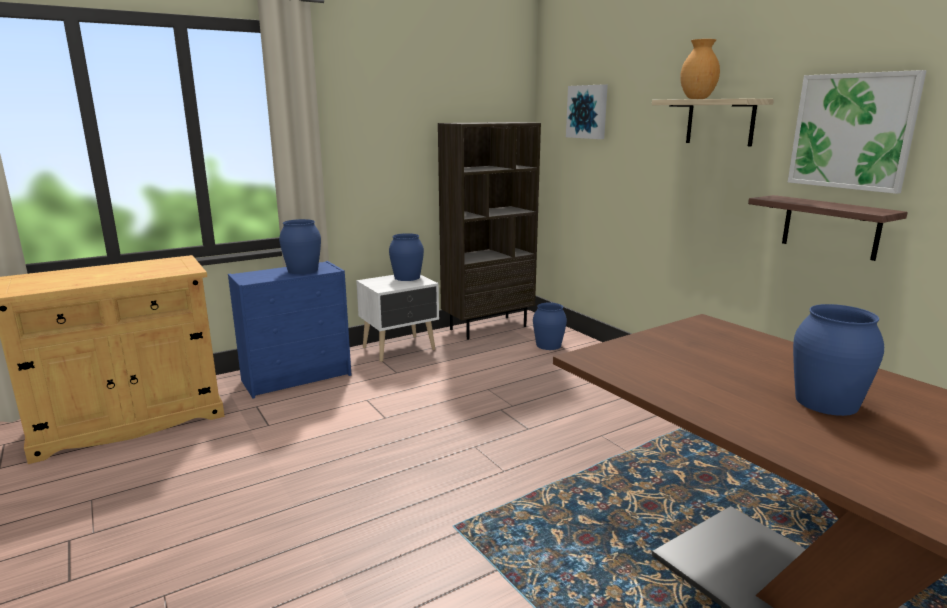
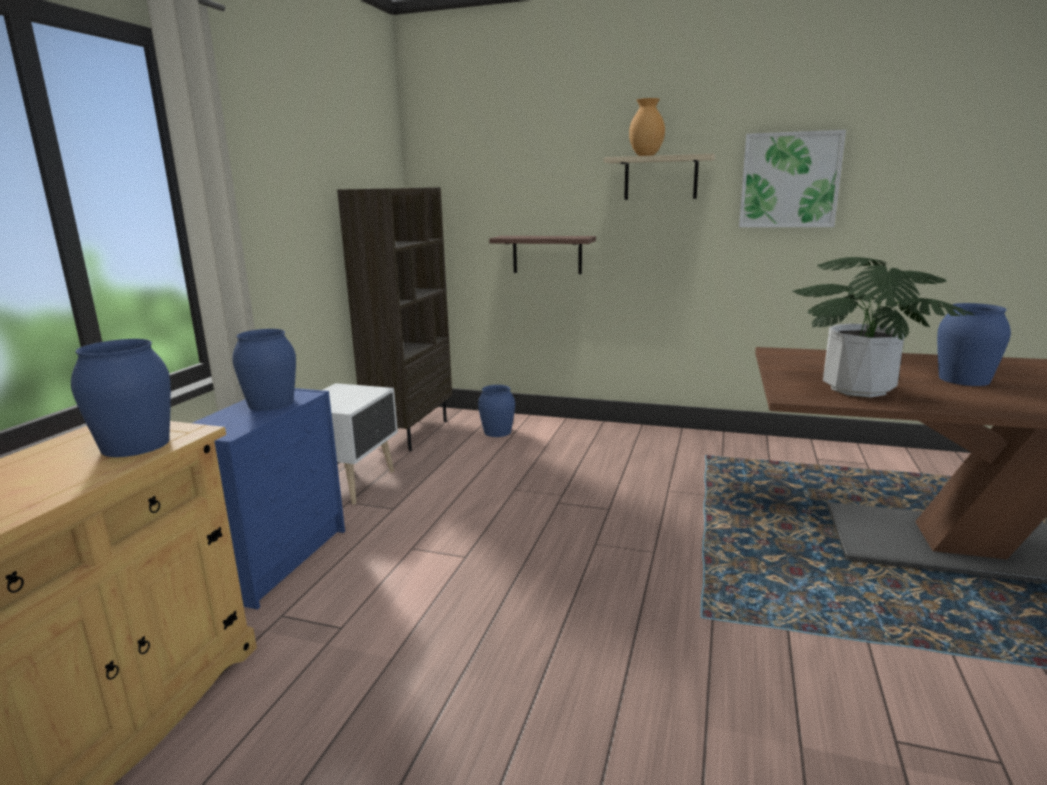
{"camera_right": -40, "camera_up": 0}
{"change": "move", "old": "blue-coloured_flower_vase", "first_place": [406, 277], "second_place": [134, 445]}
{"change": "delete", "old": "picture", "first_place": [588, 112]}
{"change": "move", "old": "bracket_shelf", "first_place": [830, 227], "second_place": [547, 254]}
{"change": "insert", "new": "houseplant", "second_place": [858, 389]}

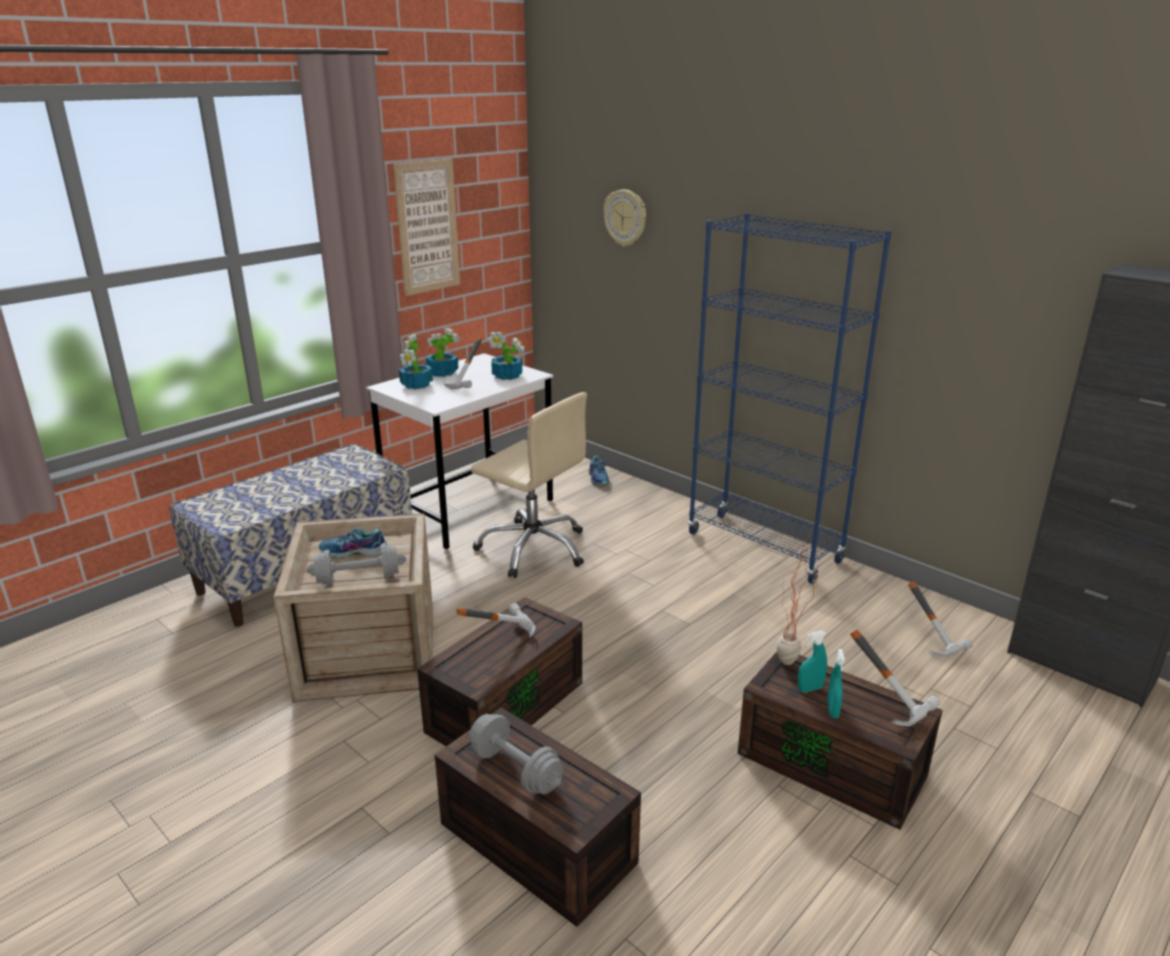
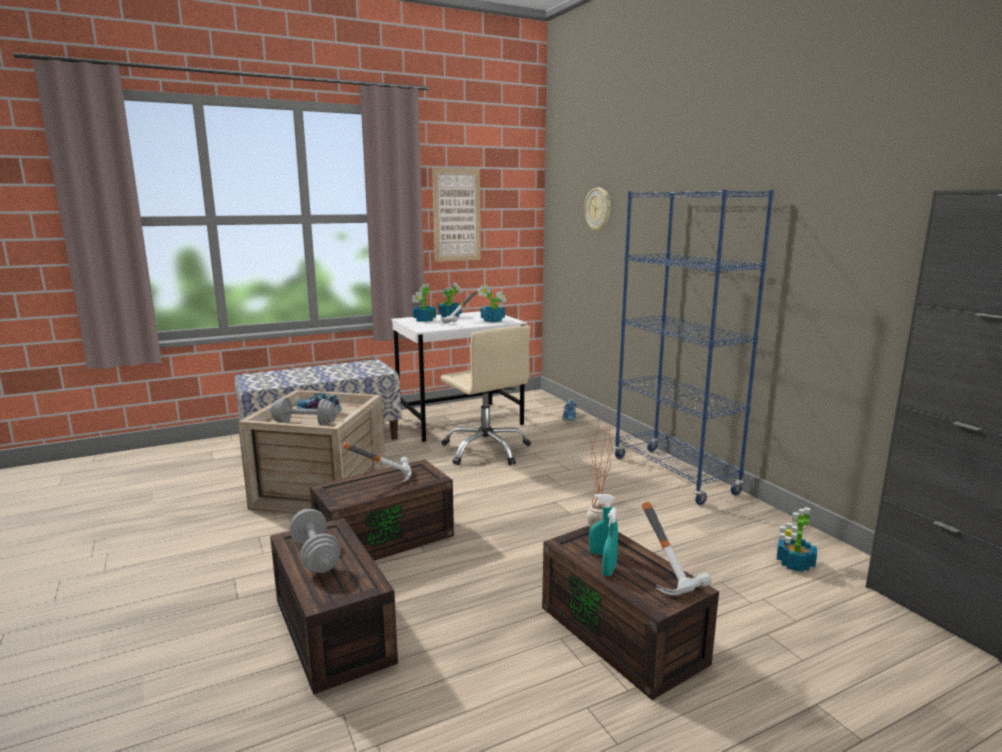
{"camera_right": 20, "camera_up": -10}
{"change": "replace", "old": "hand_hammer", "new": "houseplant", "first_place": [936, 640], "second_place": [794, 564]}

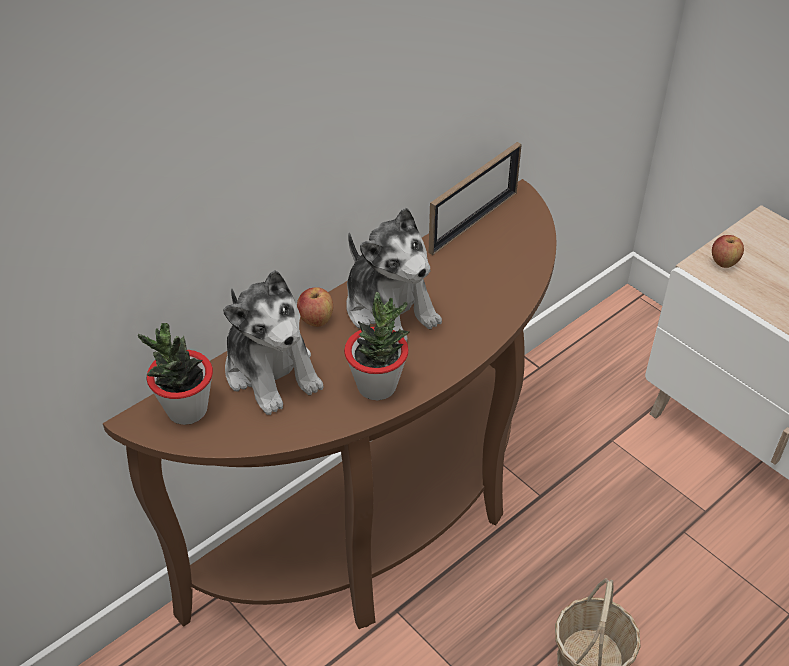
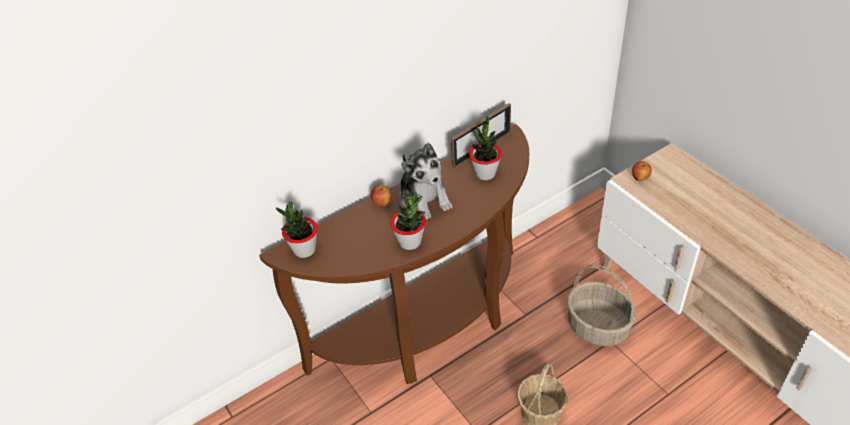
{"camera_right": 10, "camera_up": 0}
{"change": "delete", "old": "plush_toy", "first_place": [272, 371]}
{"change": "insert", "new": "houseplant", "second_place": [485, 173]}
{"change": "insert", "new": "storage_basket", "second_place": [598, 326]}

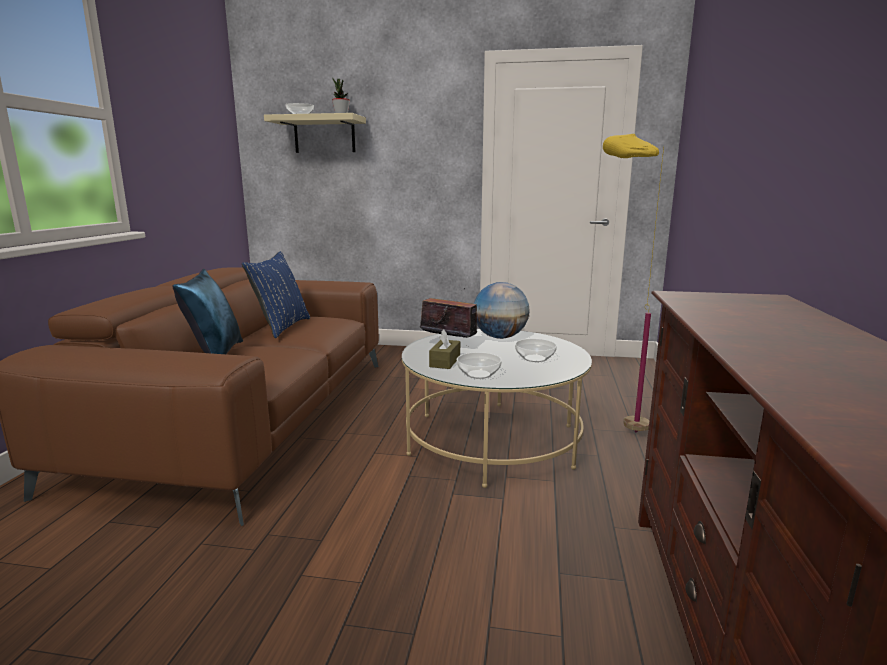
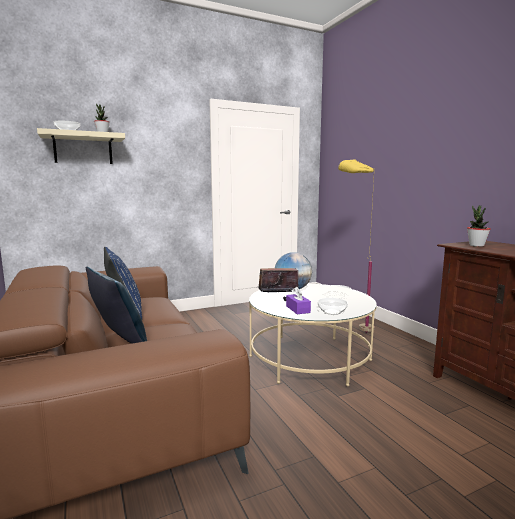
{"camera_right": -35, "camera_up": -5}
{"change": "recolor", "old": "brown-coloured_tissue_holder", "new": "purple_tissue_holder", "first_place": [445, 361], "second_place": [298, 309]}
{"change": "insert", "new": "houseplant", "second_place": [476, 245]}

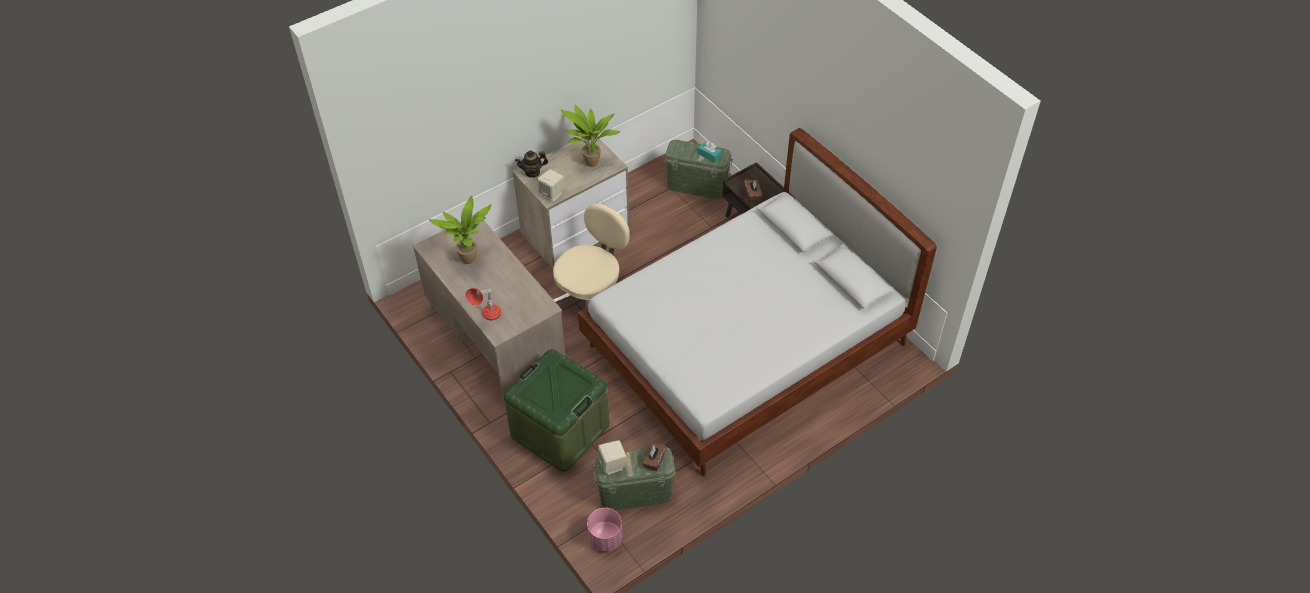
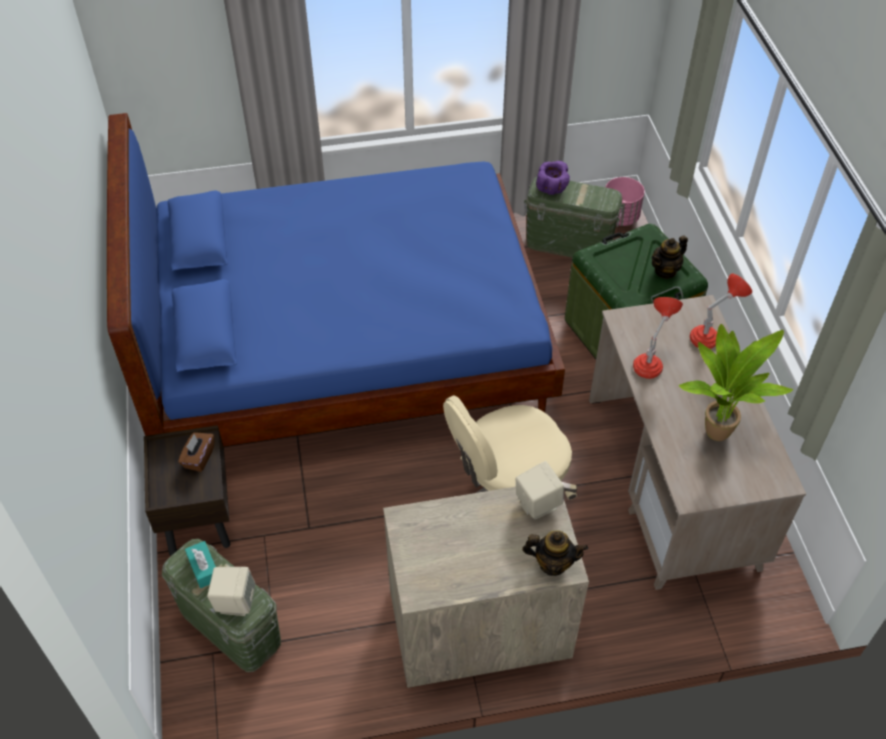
{"camera_right": -155, "camera_up": 0}
{"change": "delete", "old": "houseplant", "first_place": [590, 164]}
{"change": "recolor", "old": "whitish_sleeping_bed", "new": "blue-coloured_sleeping_bed", "first_place": [746, 347], "second_place": [344, 343]}
{"change": "move", "old": "beige-coloured_loudspeaker", "first_place": [612, 465], "second_place": [235, 601]}
{"change": "replace", "old": "brown-coloured_tissue_holder", "new": "purple_deep_dish", "first_place": [654, 461], "second_place": [552, 188]}
{"change": "insert", "new": "red-coloured_tabletop_lamp", "second_place": [650, 361]}
{"change": "insert", "new": "pot_for_tea", "second_place": [665, 271]}

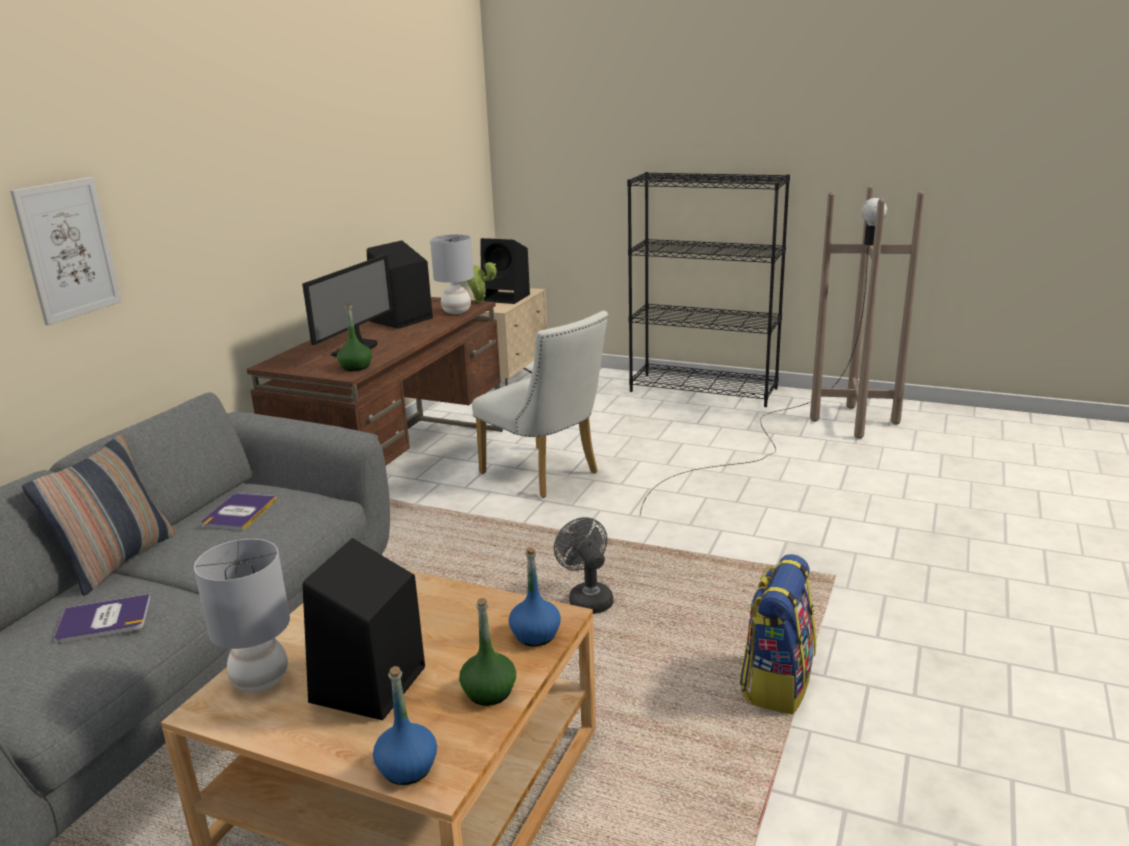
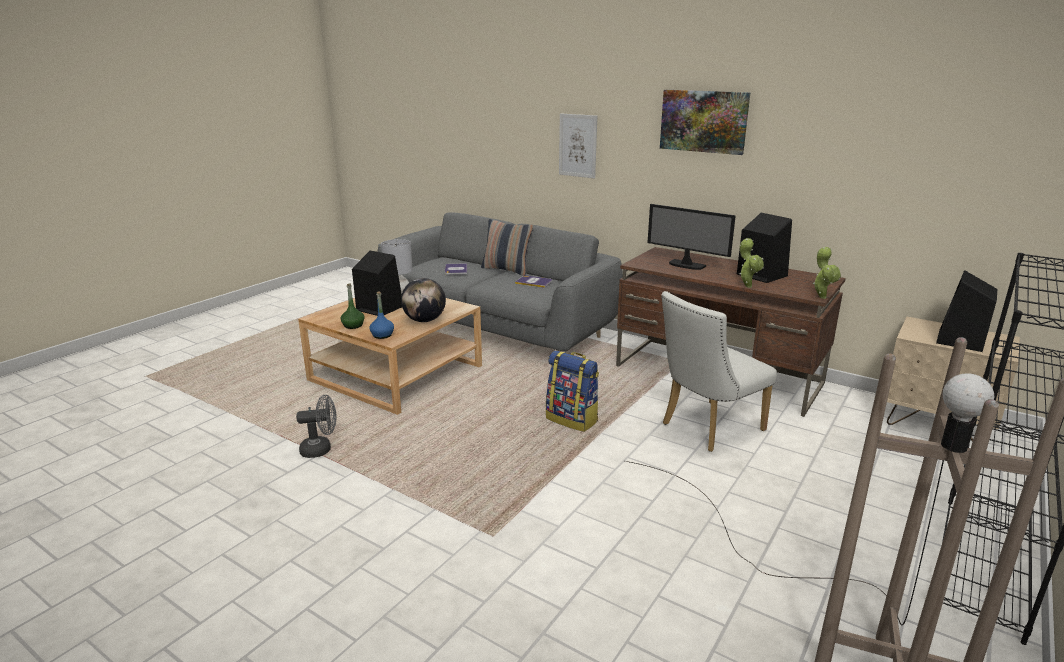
{"camera_right": 100, "camera_up": 0}
{"change": "delete", "old": "green_beverage_bottle", "first_place": [356, 367]}
{"change": "delete", "old": "blue-coloured_beverage_bottle", "first_place": [407, 768]}
{"change": "delete", "old": "grey_tabletop_lamp", "first_place": [456, 312]}
{"change": "move", "old": "grey_fan", "first_place": [587, 598], "second_place": [321, 449]}
{"change": "move", "old": "rucksack", "first_place": [776, 683], "second_place": [572, 419]}
{"change": "insert", "new": "globe", "second_place": [424, 320]}
{"change": "insert", "new": "picture", "second_place": [703, 121]}
{"change": "insert", "new": "houseplant", "second_place": [747, 286]}

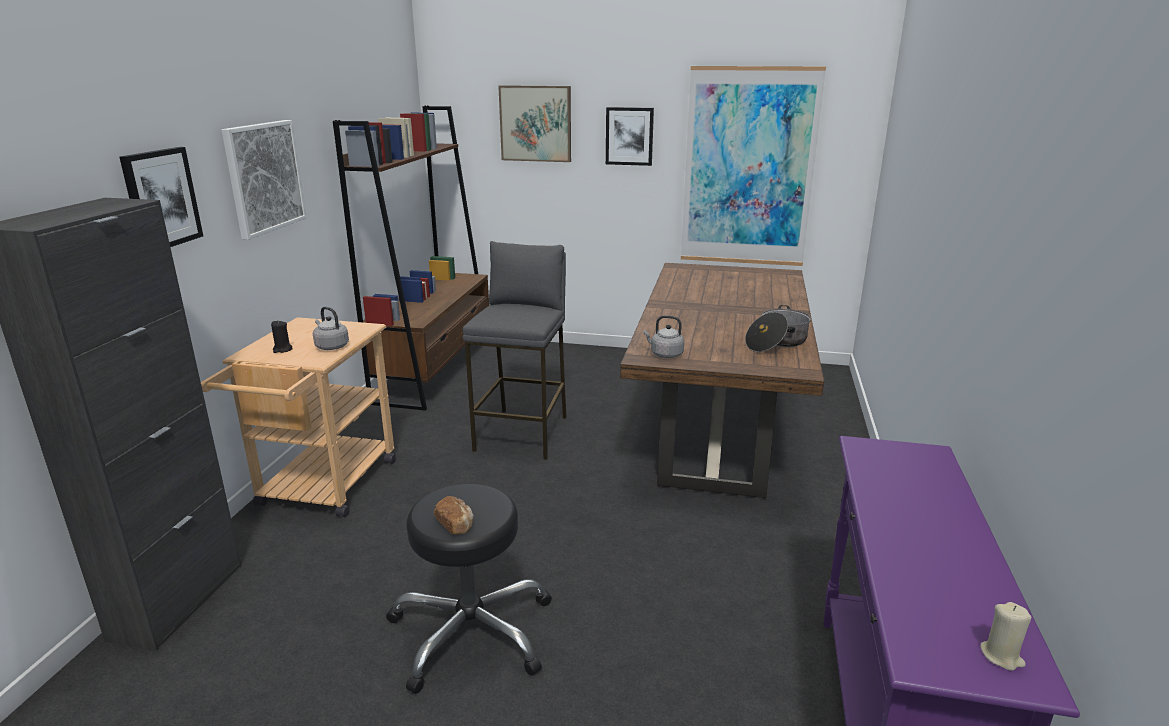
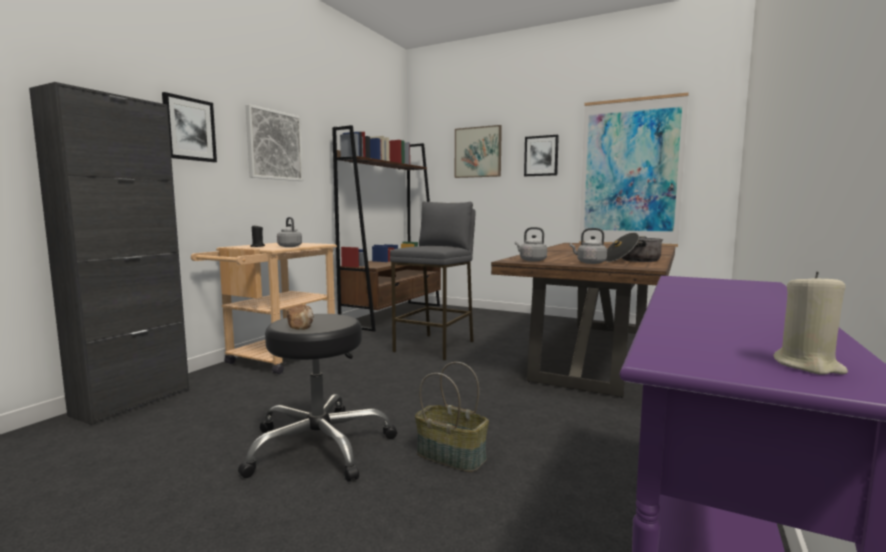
{"camera_right": 15, "camera_up": -15}
{"change": "insert", "new": "storage_basket", "second_place": [452, 456]}
{"change": "insert", "new": "grey_kettle", "second_place": [589, 263]}

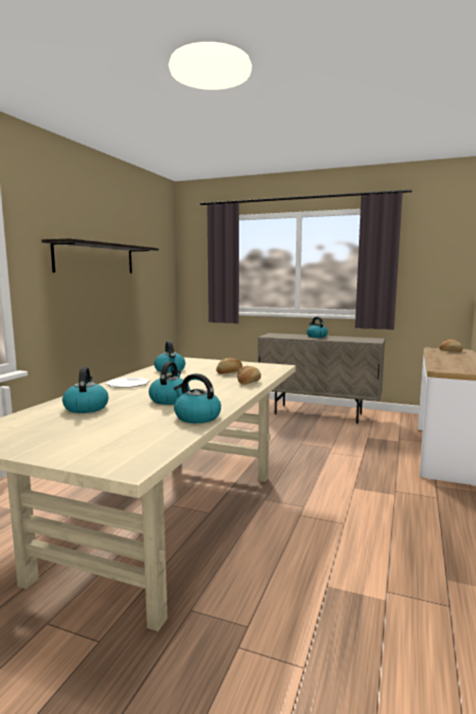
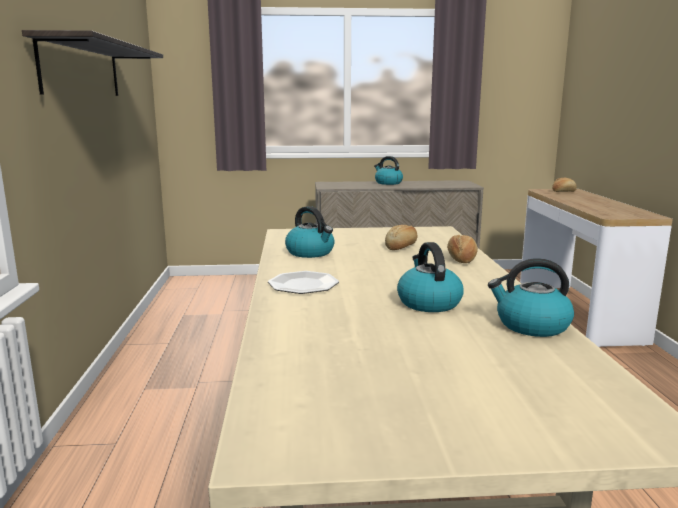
{"camera_right": -25, "camera_up": 5}
{"change": "delete", "old": "kettle", "first_place": [86, 408]}

